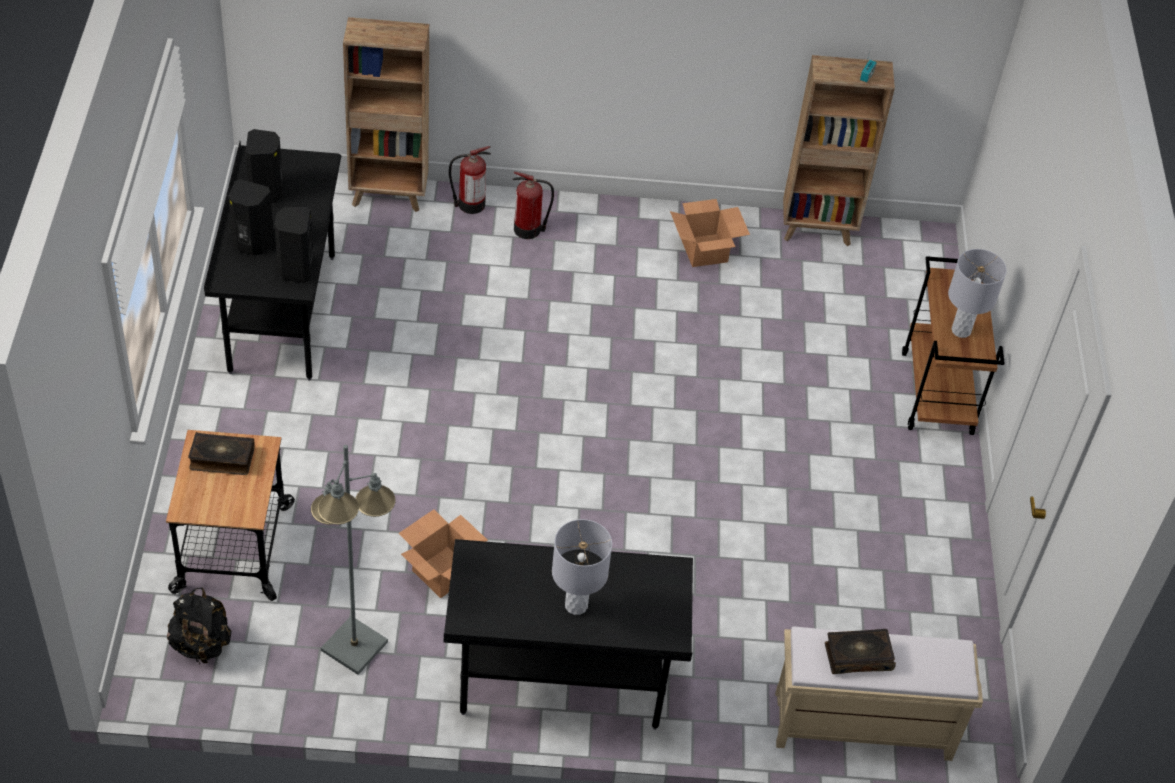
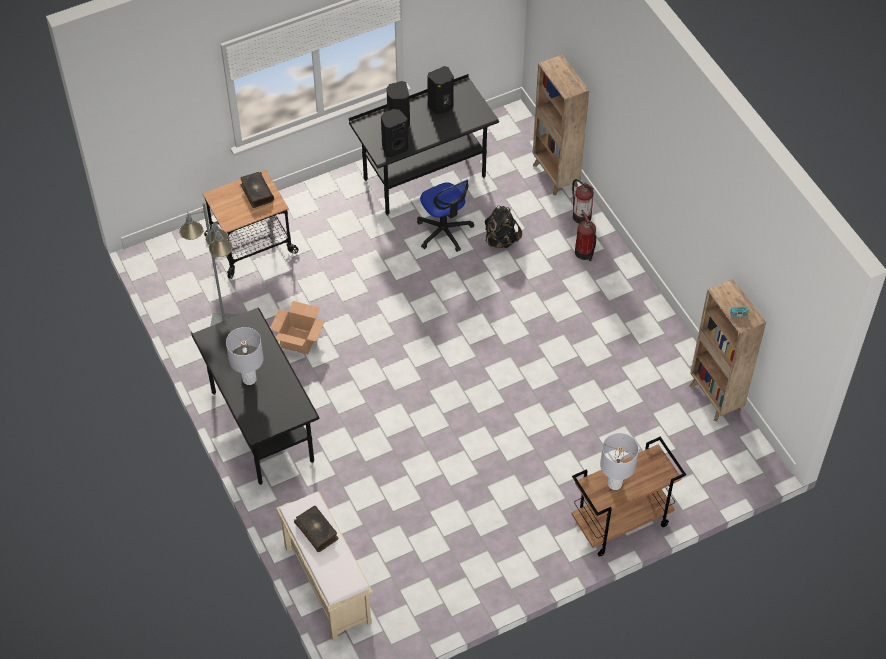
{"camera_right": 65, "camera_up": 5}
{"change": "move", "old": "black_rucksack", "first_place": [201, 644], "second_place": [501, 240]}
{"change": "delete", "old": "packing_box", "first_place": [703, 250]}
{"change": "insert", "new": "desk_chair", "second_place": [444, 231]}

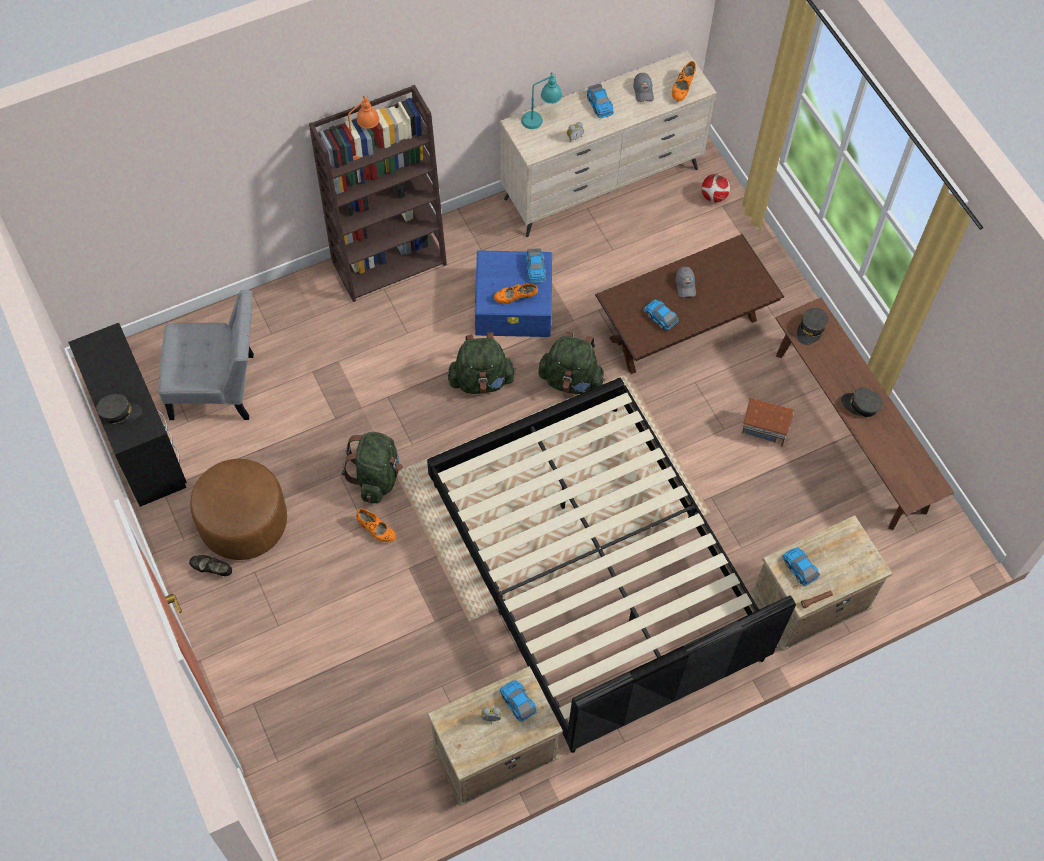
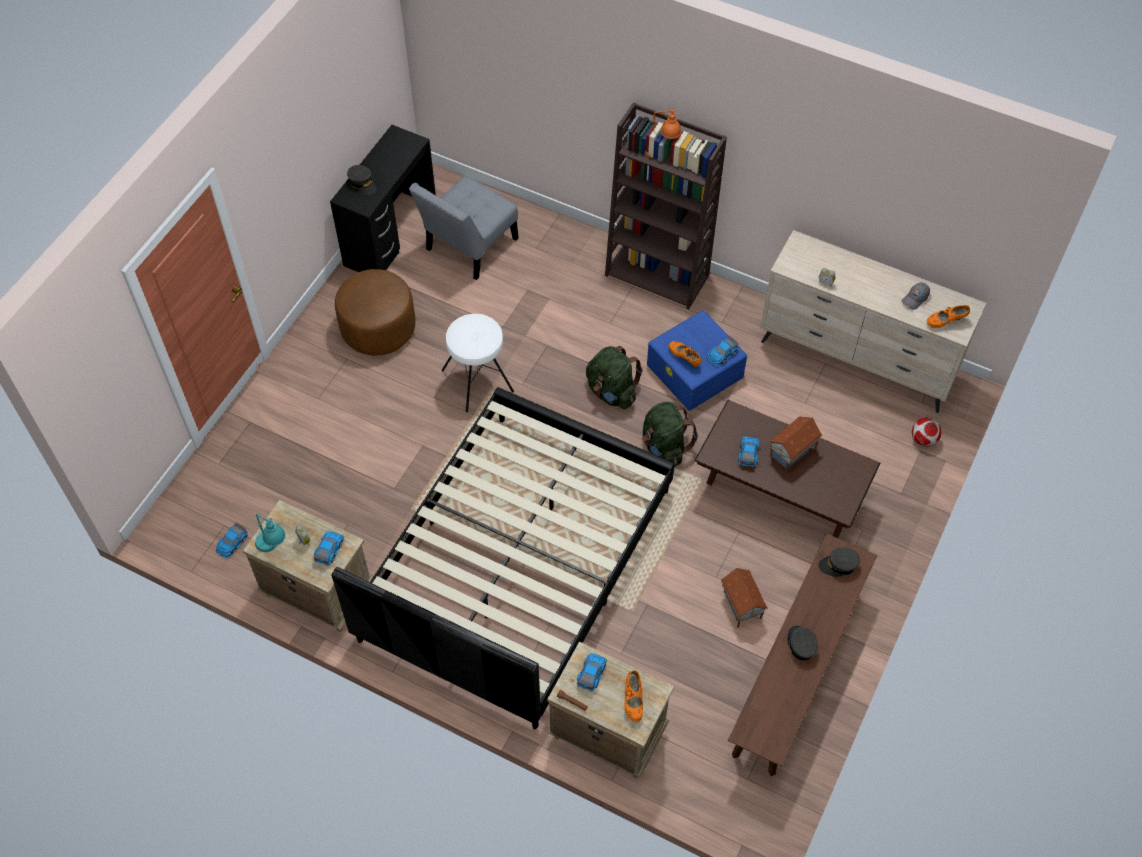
{"camera_right": 55, "camera_up": -5}
{"change": "rotate", "old": "grey_upright_chair", "first_place": [219, 387], "second_place": [468, 247], "degrees": 75}
{"change": "delete", "old": "black_shoe", "first_place": [212, 569]}
{"change": "replace", "old": "green_rucksack", "new": "whitish_stool", "first_place": [376, 477], "second_place": [478, 380]}
{"change": "move", "old": "orangey_shoe", "first_place": [376, 530], "second_place": [633, 701]}
{"change": "move", "old": "blue-green_tabletop_lamp", "first_place": [541, 118], "second_place": [273, 547]}
{"change": "move", "old": "model_car", "first_place": [600, 105], "second_place": [232, 543]}
{"change": "replace", "old": "grey_baseball_cap", "new": "miniature_house", "first_place": [685, 285], "second_place": [793, 452]}

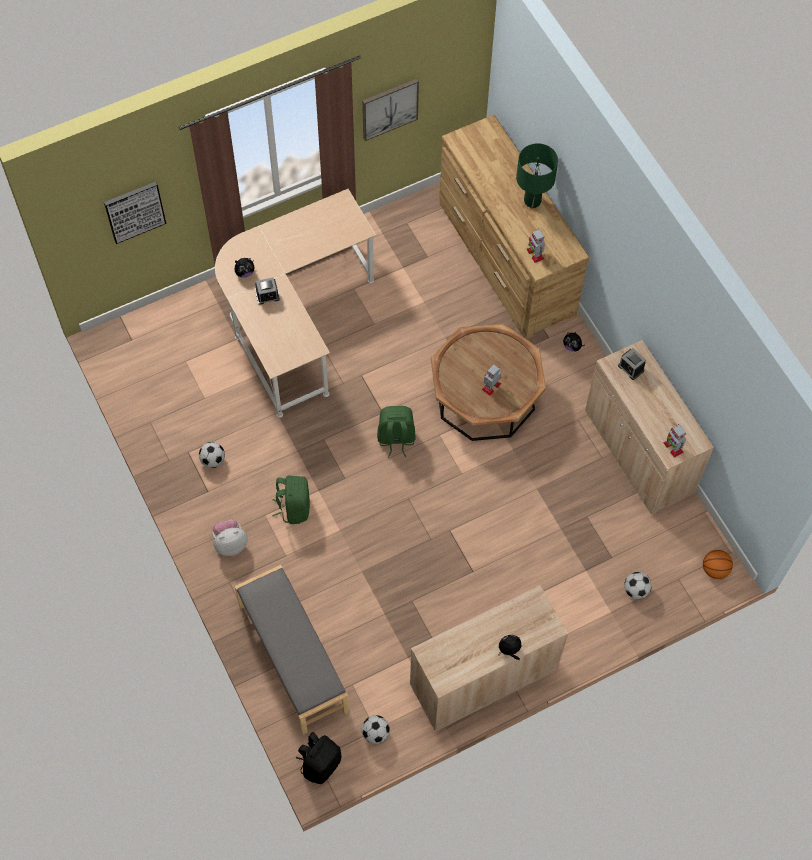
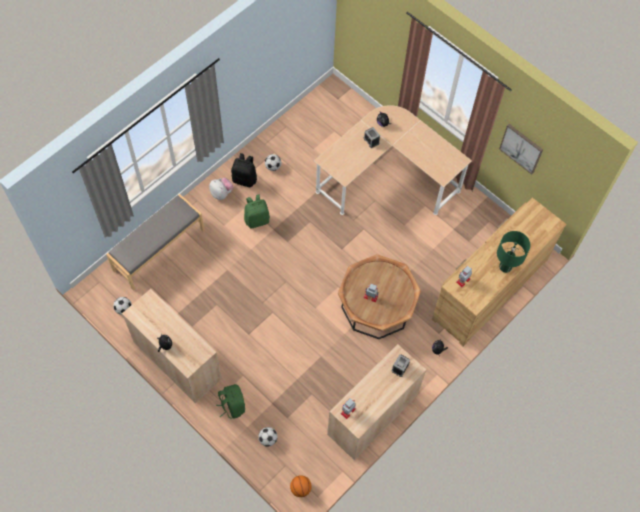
{"camera_right": 70, "camera_up": 0}
{"change": "delete", "old": "picture", "first_place": [134, 211]}
{"change": "move", "old": "black_rucksack", "first_place": [320, 763], "second_place": [245, 179]}
{"change": "move", "old": "green_rucksack", "first_place": [396, 439], "second_place": [232, 406]}

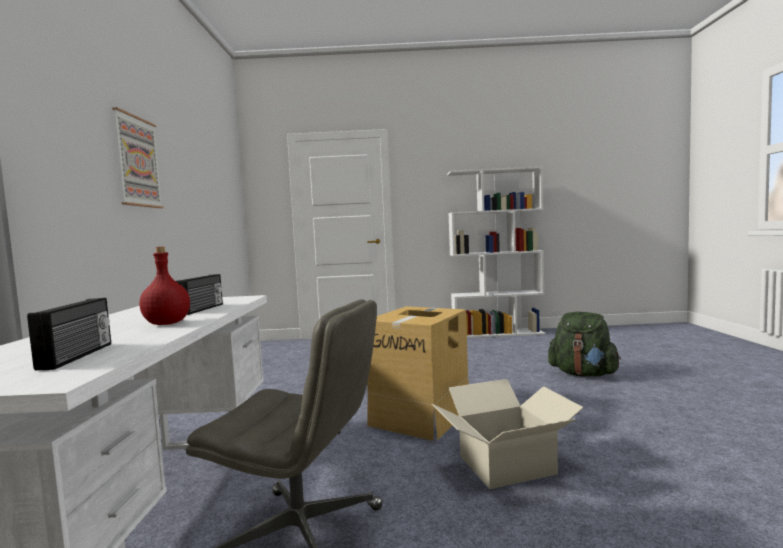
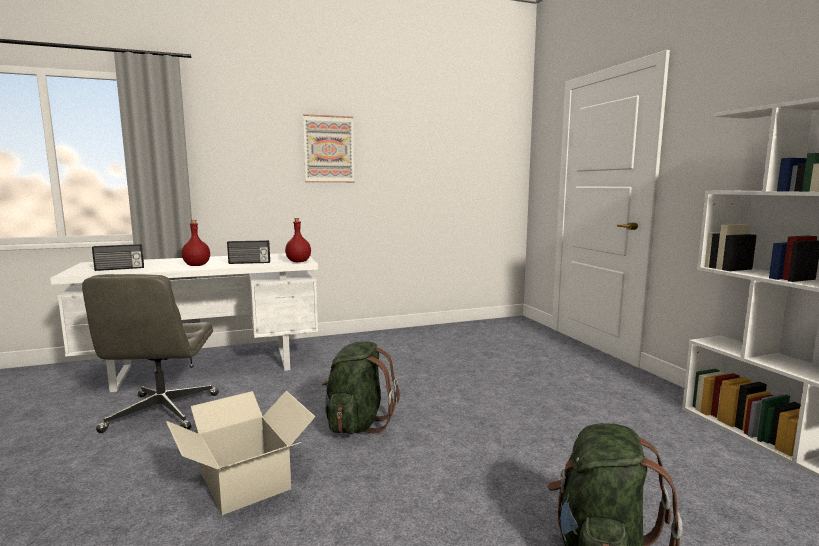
{"camera_right": 70, "camera_up": 5}
{"change": "replace", "old": "packing_box", "new": "green_rucksack", "first_place": [422, 415], "second_place": [357, 424]}
{"change": "insert", "new": "red-coloured_beverage_bottle", "second_place": [298, 261]}

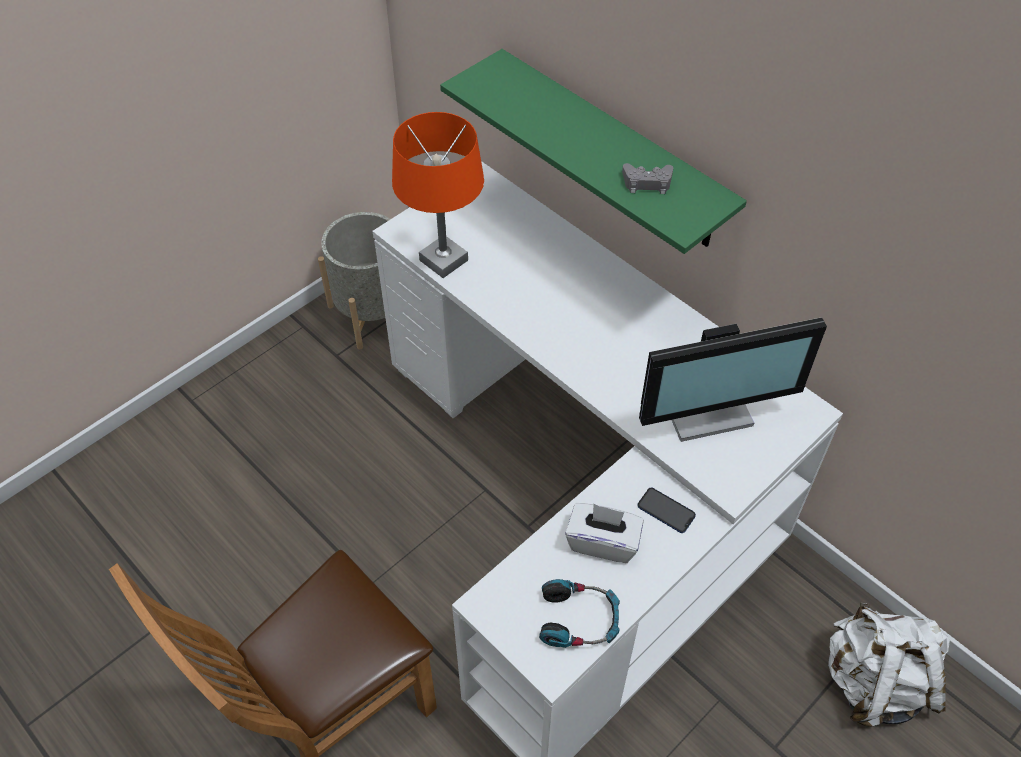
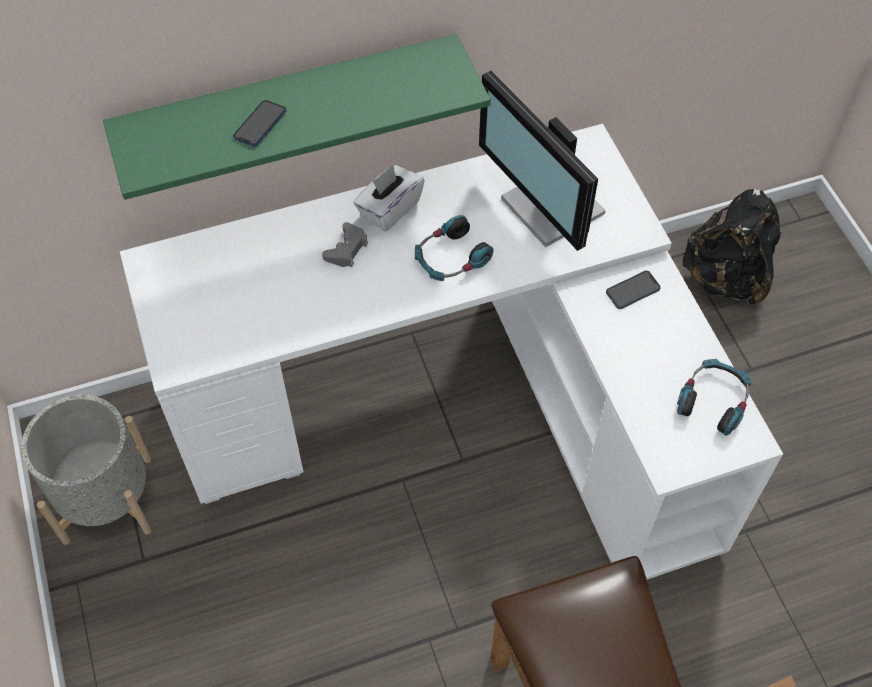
{"camera_right": -65, "camera_up": 5}
{"change": "delete", "old": "orangey_tabletop_lamp", "first_place": [443, 261]}
{"change": "move", "old": "whitish_tissue_holder", "first_place": [602, 542], "second_place": [389, 209]}
{"change": "move", "old": "grey_game_controller", "first_place": [647, 182], "second_place": [346, 249]}
{"change": "rotate", "old": "computer_display", "first_place": [706, 407], "second_place": [549, 209], "degrees": 135}
{"change": "recolor", "old": "whitish_rucksack", "new": "black_rucksack", "first_place": [873, 684], "second_place": [726, 277]}
{"change": "insert", "new": "telephone", "second_place": [260, 125]}
{"change": "insert", "new": "headset", "second_place": [451, 258]}

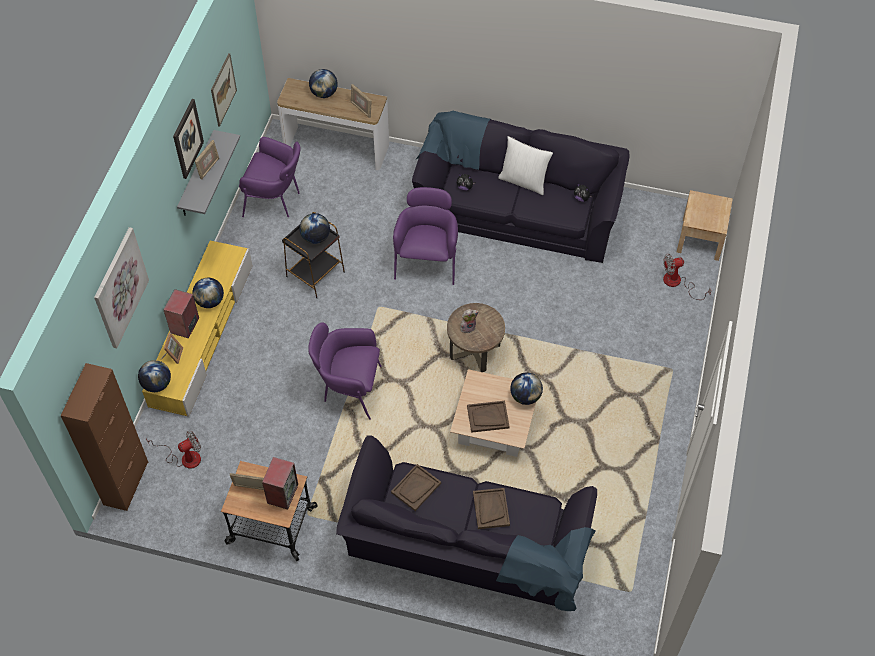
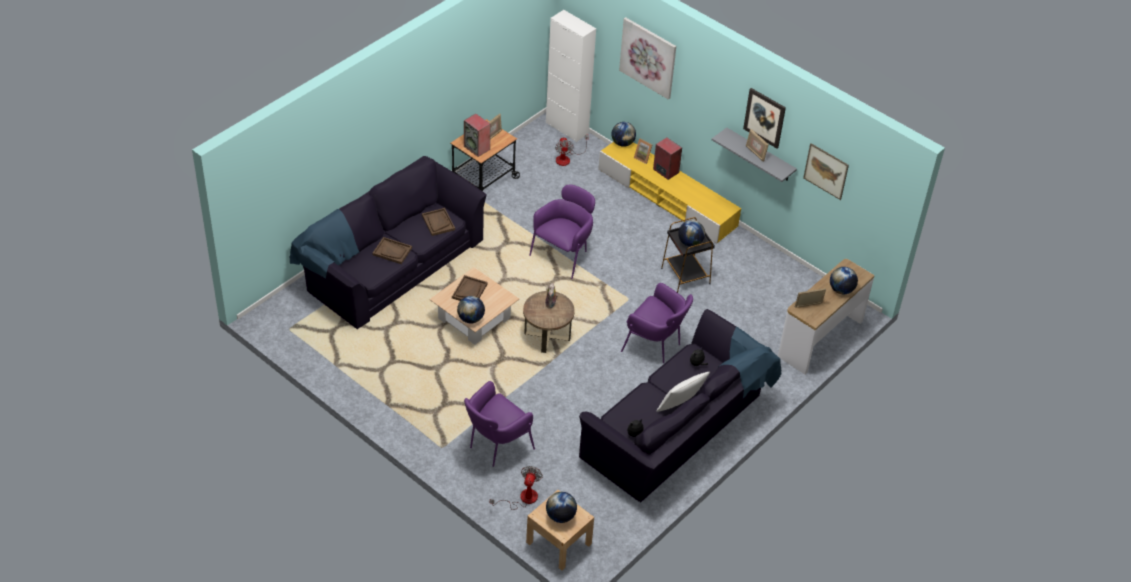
{"camera_right": 115, "camera_up": -10}
{"change": "recolor", "old": "brown-coloured_storage_cabinet", "new": "whitish_storage_cabinet", "first_place": [126, 483], "second_place": [567, 128]}
{"change": "move", "old": "globe", "first_place": [210, 301], "second_place": [560, 516]}
{"change": "move", "old": "purple_easy_chair", "first_place": [275, 201], "second_place": [496, 446]}

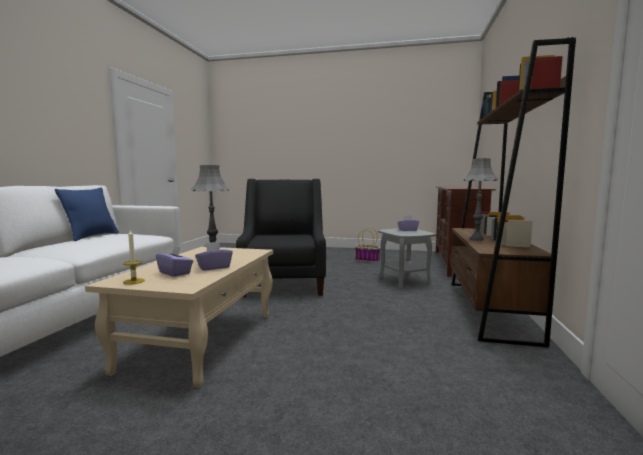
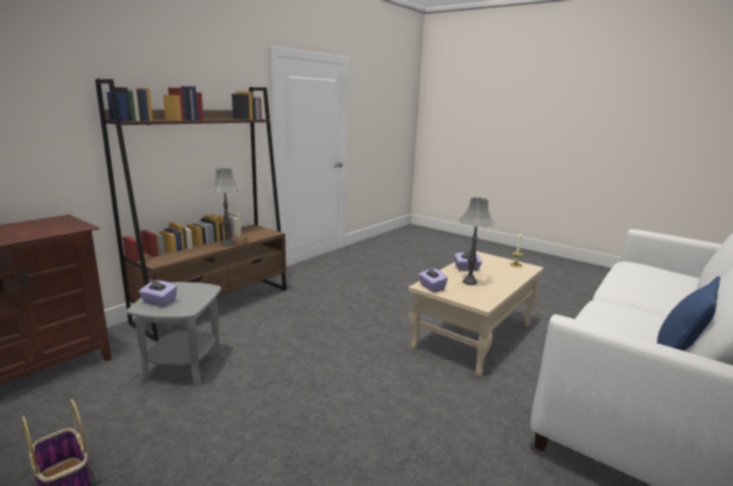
{"camera_right": -155, "camera_up": 10}
{"change": "move", "old": "purple_tissue_holder", "first_place": [175, 273], "second_place": [431, 287]}
{"change": "delete", "old": "black_easy_chair", "first_place": [284, 284]}

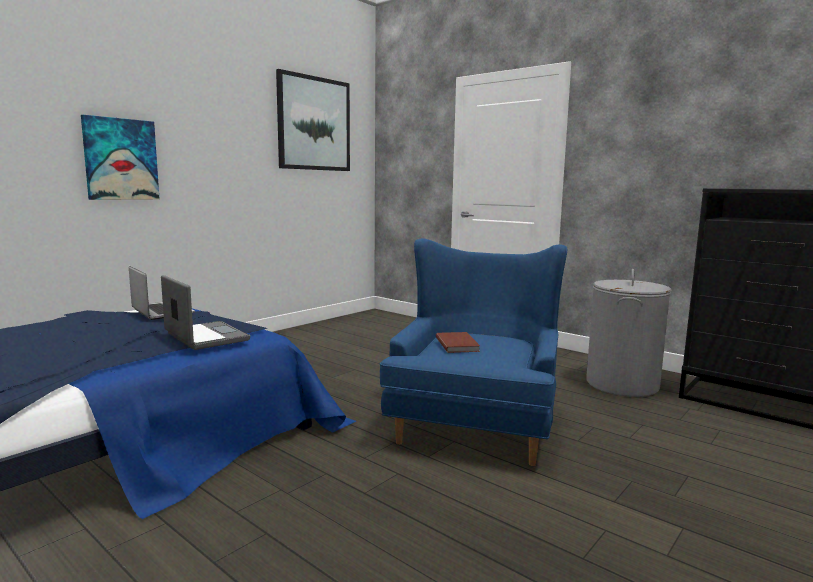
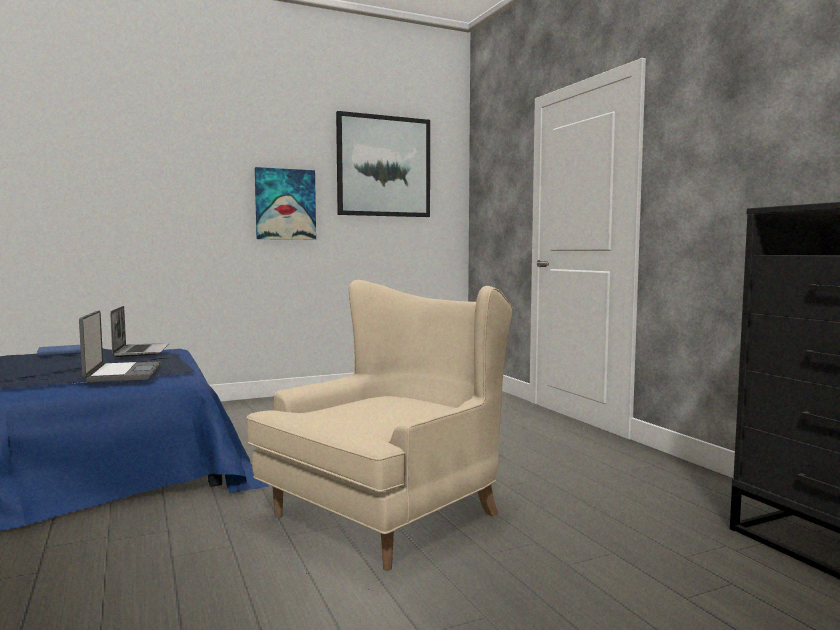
{"camera_right": 25, "camera_up": -5}
{"change": "move", "old": "picture", "first_place": [121, 159], "second_place": [285, 204]}
{"change": "recolor", "old": "blue-coloured_easy_chair", "new": "beige-coloured_easy_chair", "first_place": [476, 424], "second_place": [391, 512]}
{"change": "delete", "old": "brown-coloured_volume", "first_place": [458, 344]}
{"change": "delete", "old": "grey_hamper", "first_place": [622, 384]}
{"change": "insert", "new": "blue-coloured_volume", "second_place": [64, 352]}

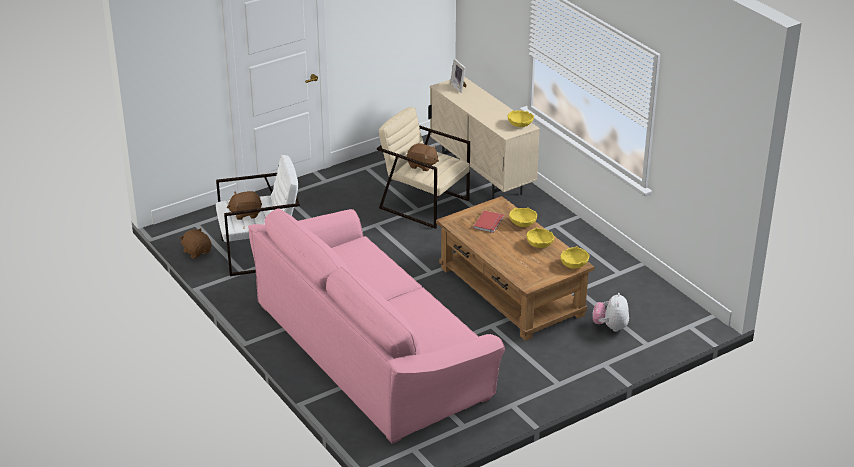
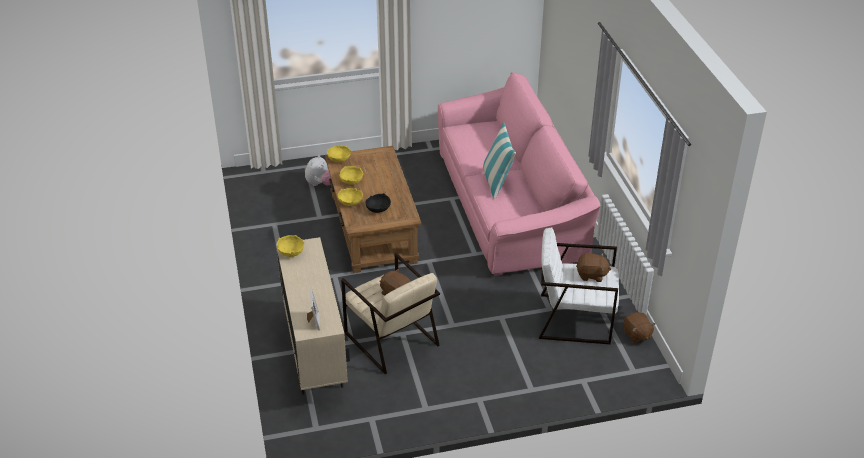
{"camera_right": -160, "camera_up": 5}
{"change": "replace", "old": "red-coloured_volume", "new": "black_deep_dish", "first_place": [489, 223], "second_place": [378, 209]}
{"change": "insert", "new": "pillow", "second_place": [497, 182]}

